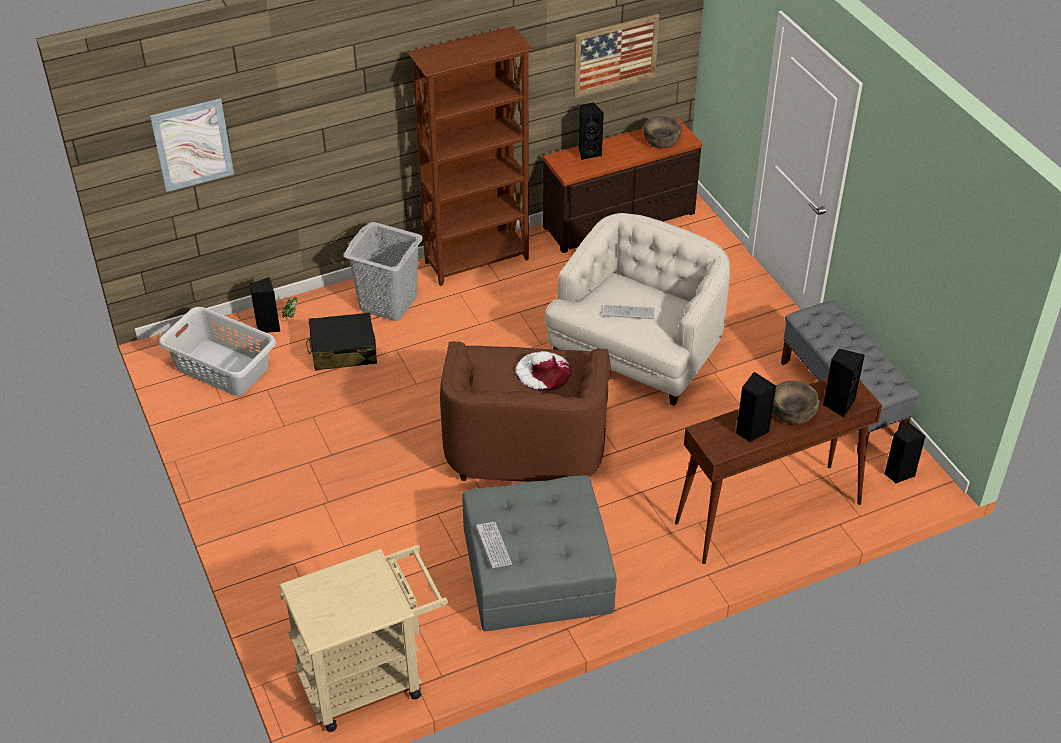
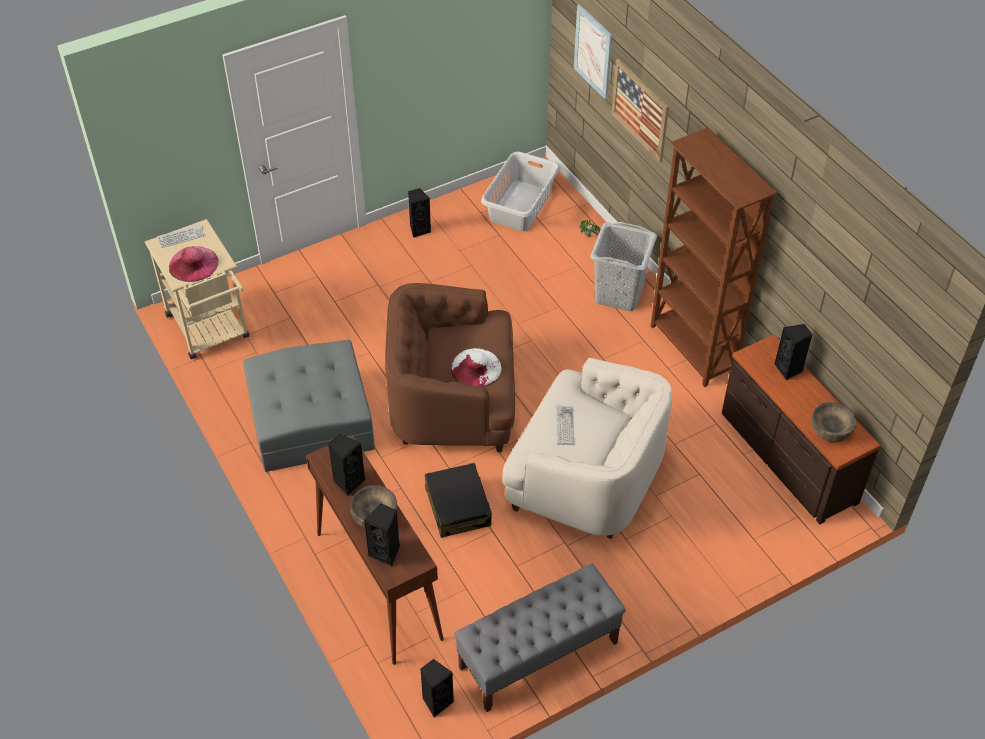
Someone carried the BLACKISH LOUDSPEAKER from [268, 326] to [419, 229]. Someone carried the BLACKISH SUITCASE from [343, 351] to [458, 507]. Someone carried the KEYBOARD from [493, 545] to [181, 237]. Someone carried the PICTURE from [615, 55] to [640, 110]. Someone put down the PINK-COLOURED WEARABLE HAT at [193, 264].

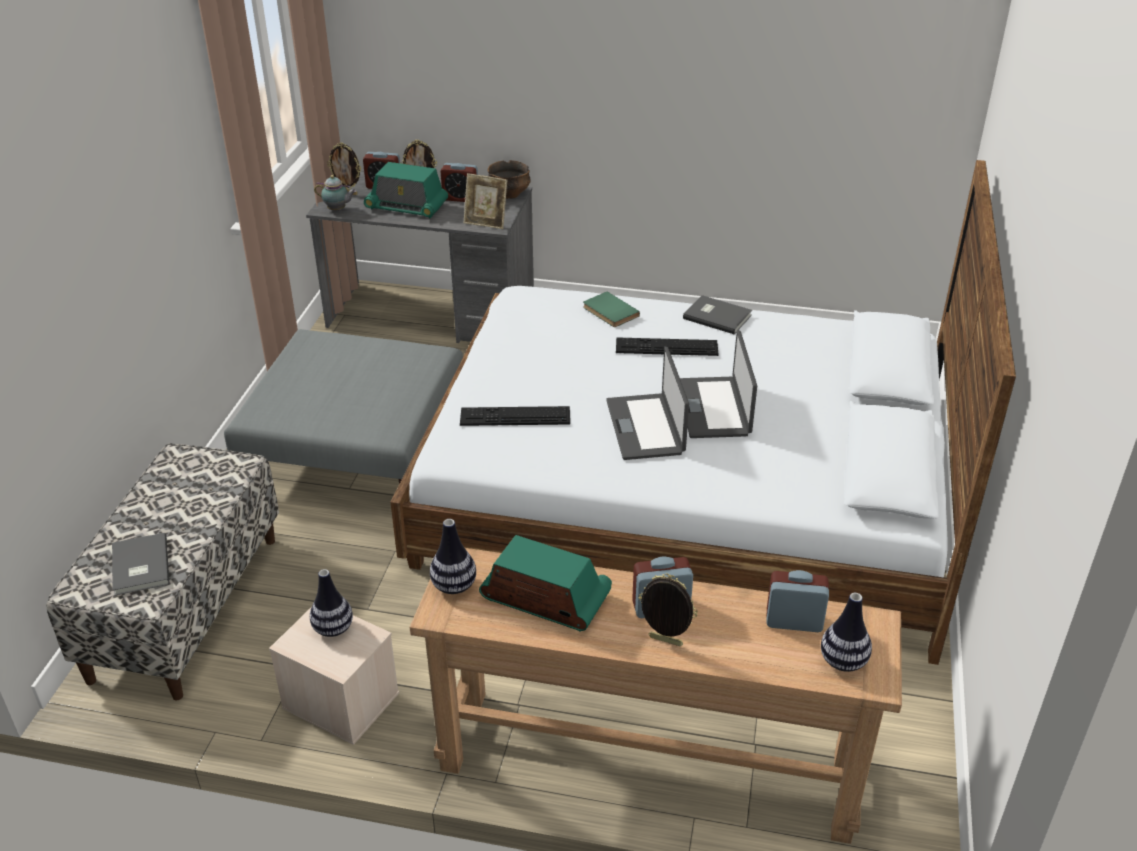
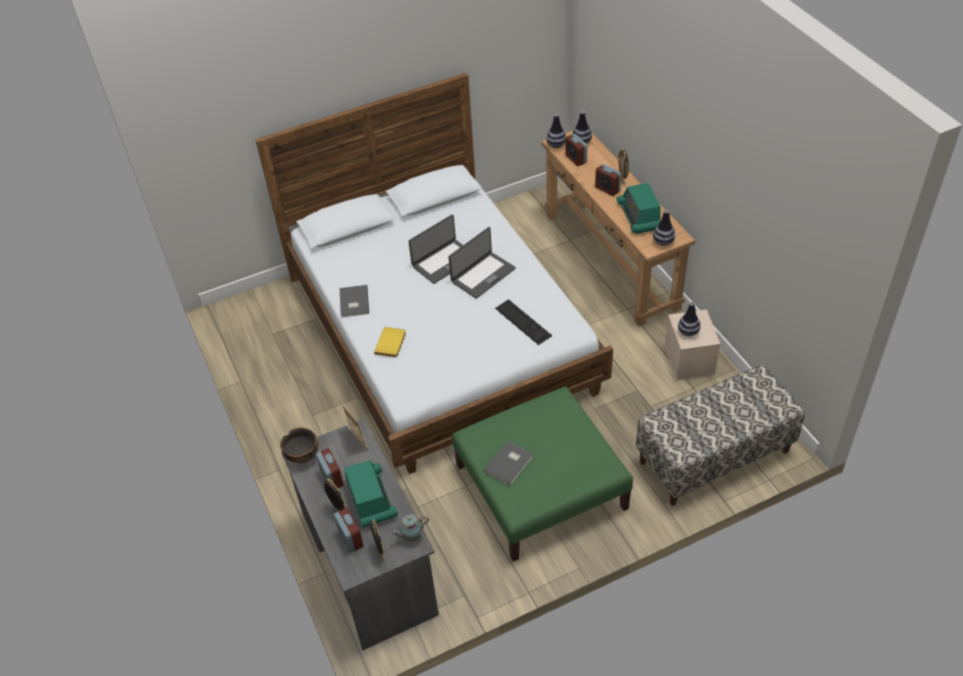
Someone carried the GREY BOOK from [139, 567] to [510, 464]. Someone repainted the GREY POUFFE at [357, 450], which became the GREENISH POUFFE at [541, 486]. Someone rotated the TEAPOT at [337, 210] by 90 degrees counterclockwise. Someone repainted the GREENISH BOOK at [609, 312], which became the YELLOWISH BOOK at [391, 343]. Someone took away the KEYBOARD at [666, 346]. Someone put down the DECORATIVE VASE at [556, 145].

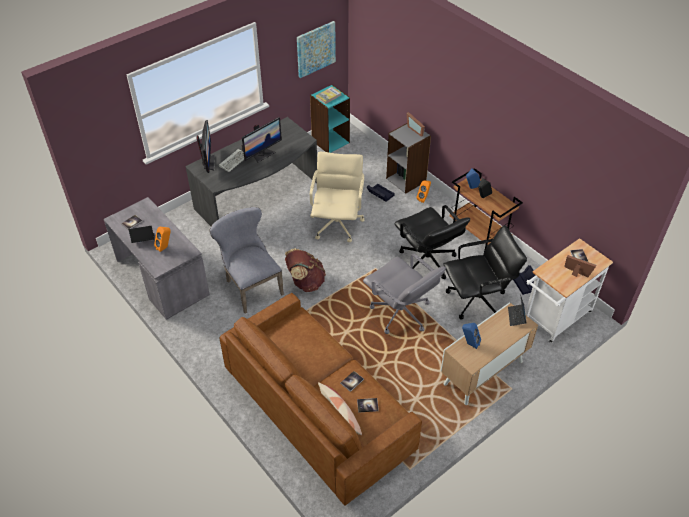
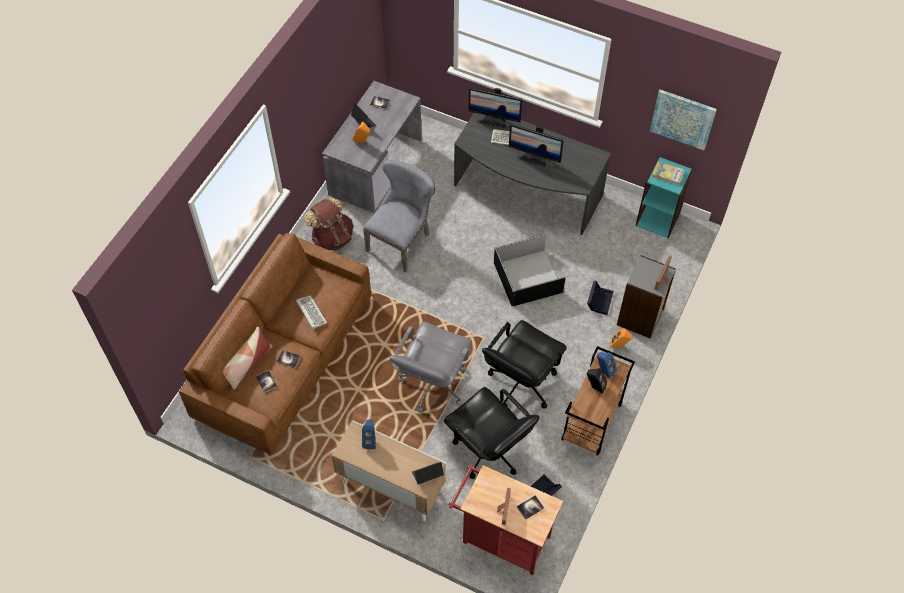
Someone rotated the COMPUTER SCREEN at [208, 163] by 45 degrees clockwise. Someone carried the BROWN-COLOURED BACKPACK from [305, 282] to [332, 237]. Someone swapped the BEIGE DESK CHAIR at [337, 224] for the BLACKISH STORAGE CONTAINER at [528, 278]. Someone repainted the WHITE CART at [554, 319], which became the RED-COLOURED CART at [501, 538]. Someone put down the KEYBOARD at [310, 312].

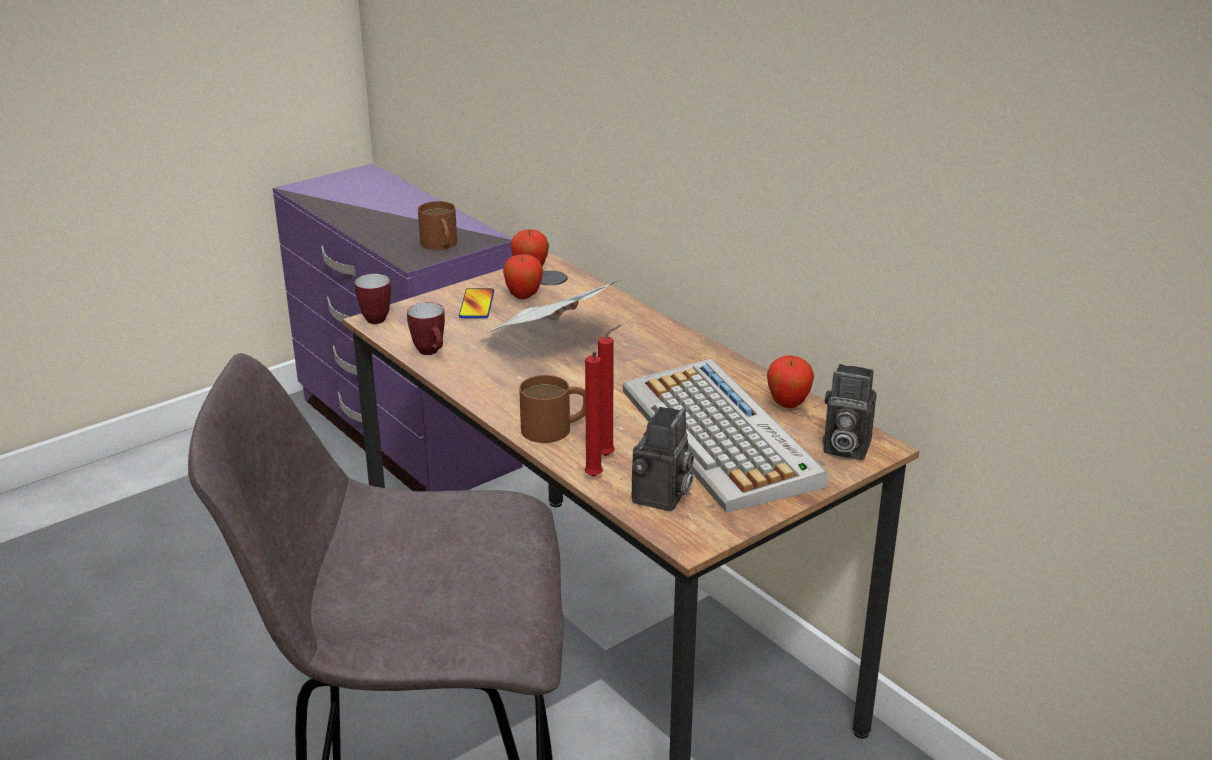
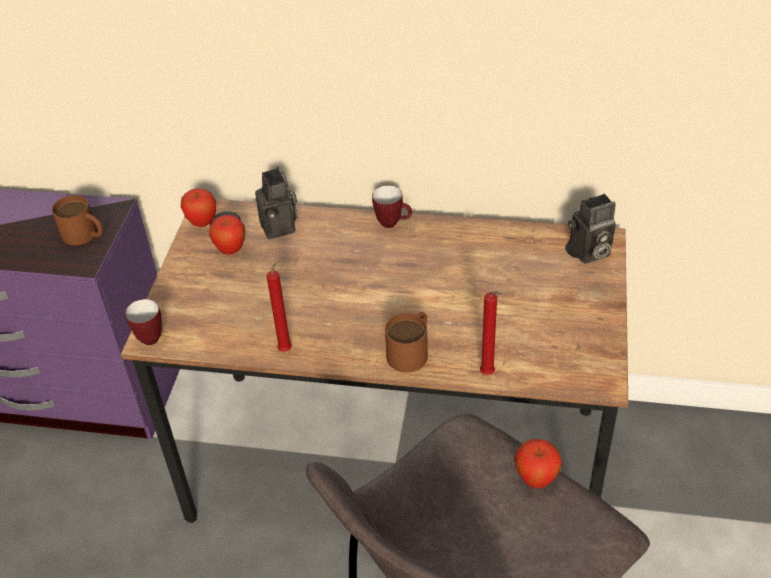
Someone carried the COFFEE MUG from [431, 353] to [393, 223]. Someone took away the TELEPHONE at [476, 304]. Someone took away the PRINTED PAPER at [549, 342]. Someone carried the RED-COLOURED WAX CANDLE from [608, 455] to [287, 349]. Someone took away the KEYBOARD at [722, 437]. Someone carried the PHOTO CAMERA from [662, 498] to [281, 227]. Someone carried the APPLE FRUIT from [788, 404] to [536, 479].

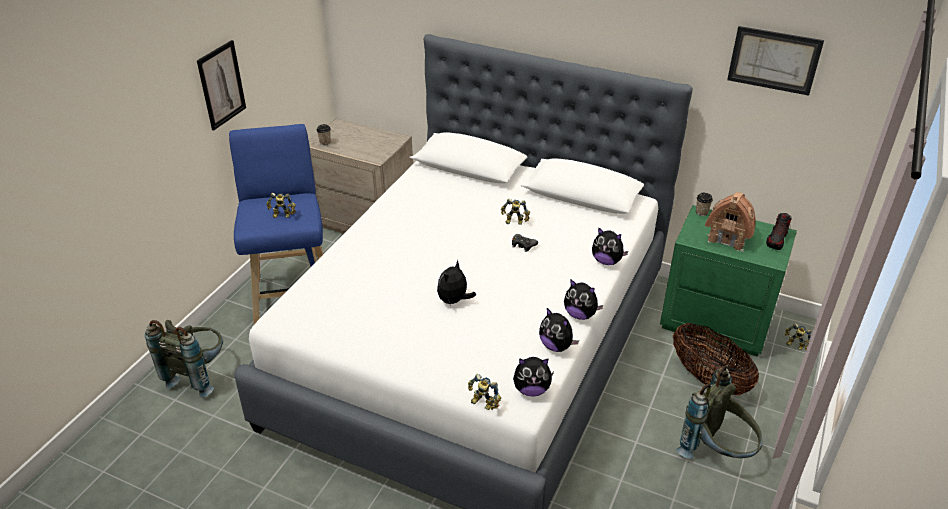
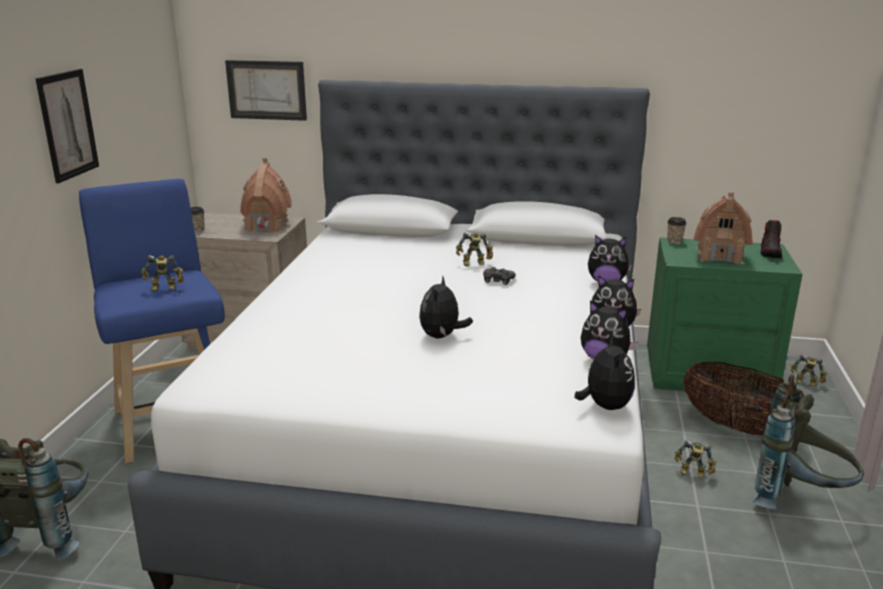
Someone carried the MODEL ROBOT from [482, 404] to [693, 474]. Someone rotated the SOFT TOY at [531, 389] by 75 degrees counterclockwise. Someone carried the PICTURE from [774, 60] to [266, 90]. Someone put down the MINIATURE HOUSE at [266, 225].

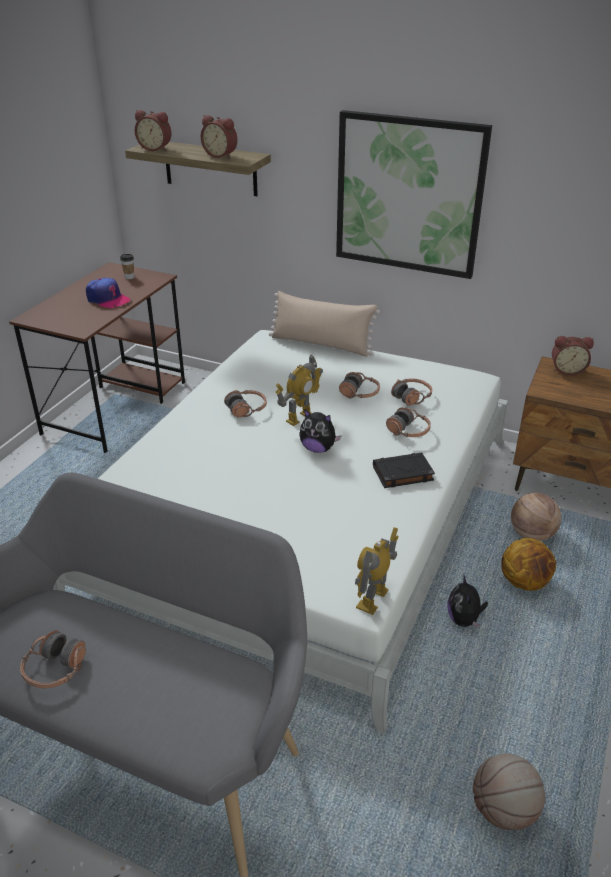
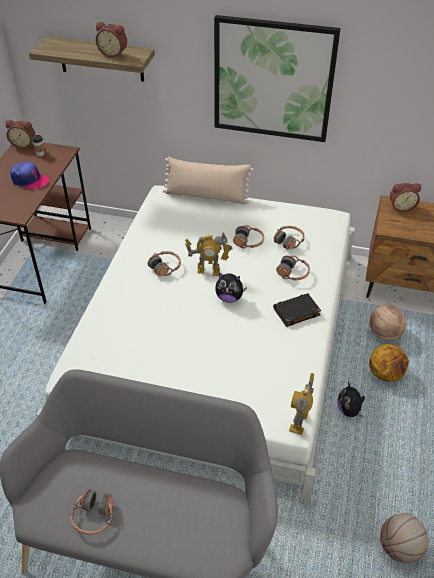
Someone carried the ALARM CLOCK from [155, 148] to [24, 144]. Someone rotated the MODEL ROBOT at [300, 418] by 60 degrees clockwise.

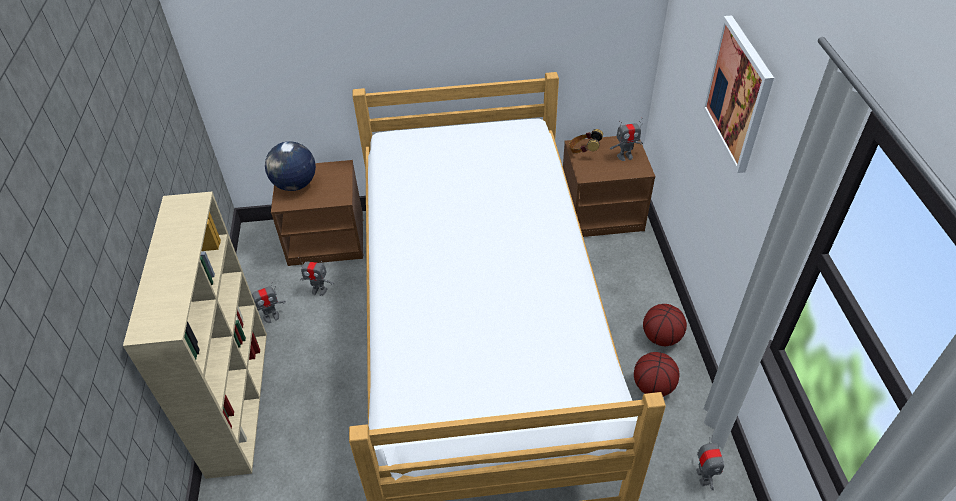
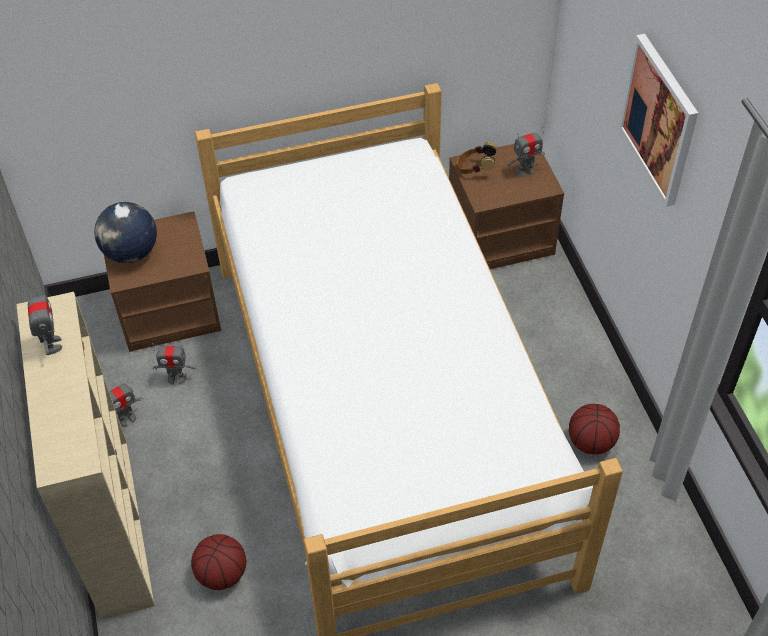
Someone carried the BASKETBALL from [661, 337] to [222, 574]. Someone carried the MODEL ROBOT from [703, 476] to [51, 345].

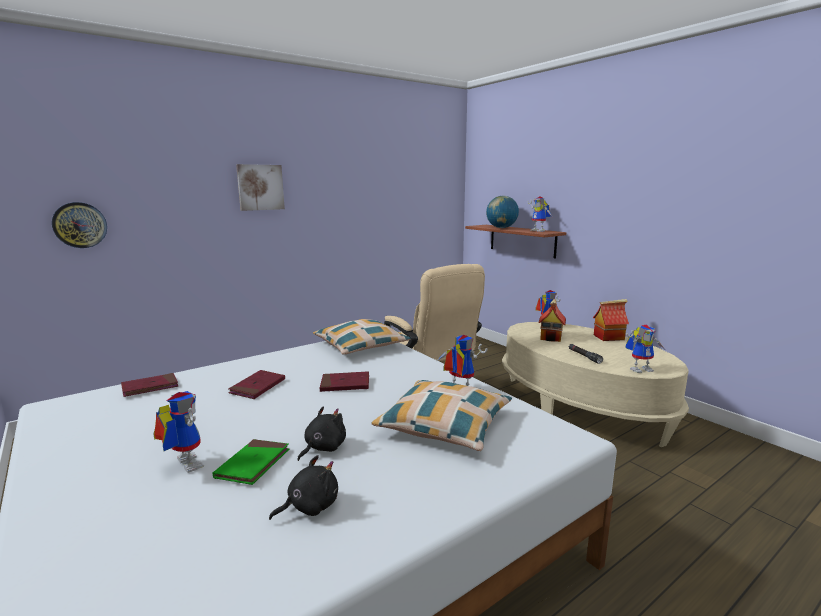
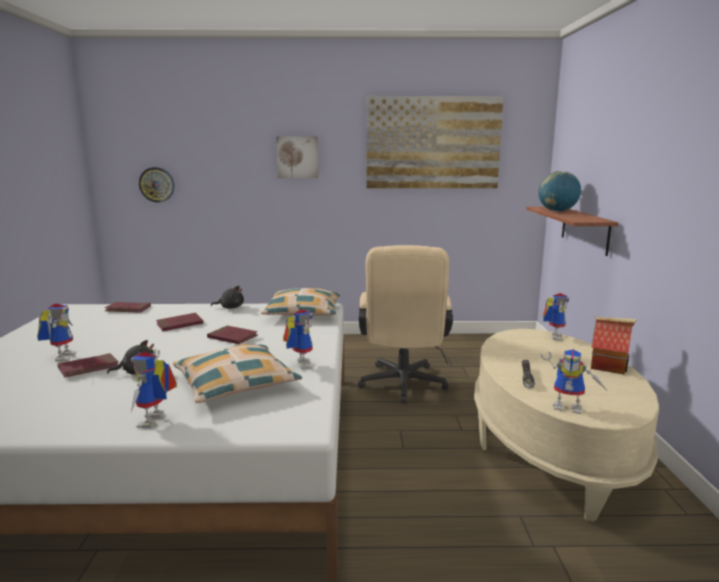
Someone repainted the GREENISH BOOK at [253, 464], which became the RED-COLOURED BOOK at [89, 368]. Someone carried the BLACKISH SOFT TOY from [309, 506] to [230, 307]. Someone carried the MODEL ROBOT from [540, 231] to [154, 422]. Someone took away the MINIATURE HOUSE at [551, 337]. Someone put up the PICTURE at [433, 143].

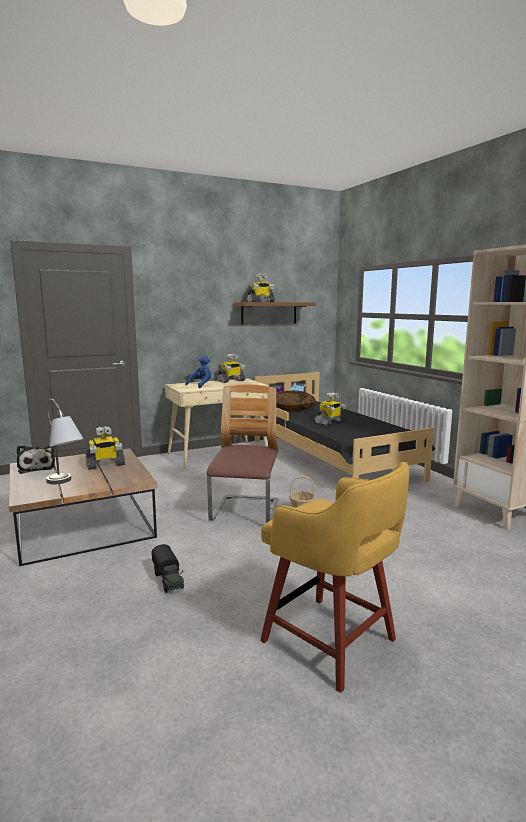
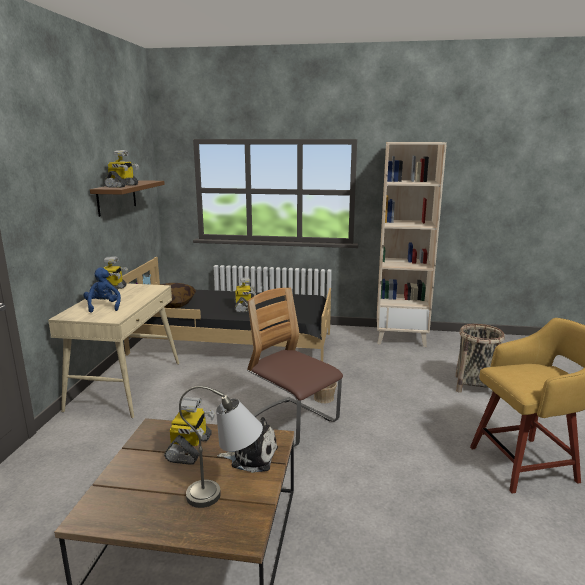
Someone carried the SOFT TOY from [37, 468] to [251, 456]. Someone took away the MODEL TRUCK at [168, 580]. Someone put down the HOUSEHOLD BASKET at [475, 386].

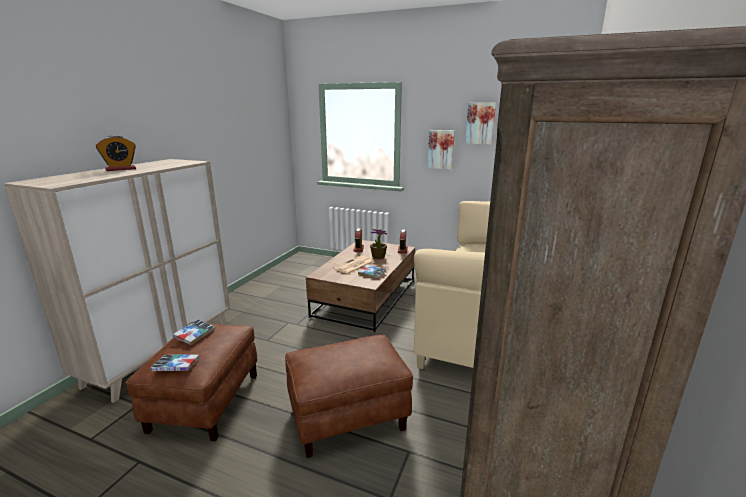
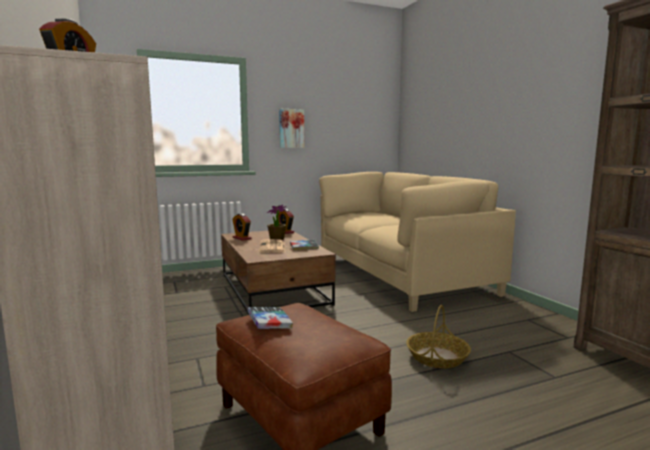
Someone took away the BOOK at [176, 366]. Someone swapped the BROWN-COLOURED POUFFE at [347, 417] for the HOUSEHOLD BASKET at [437, 357]. Someone took away the PICTURE at [480, 123].

